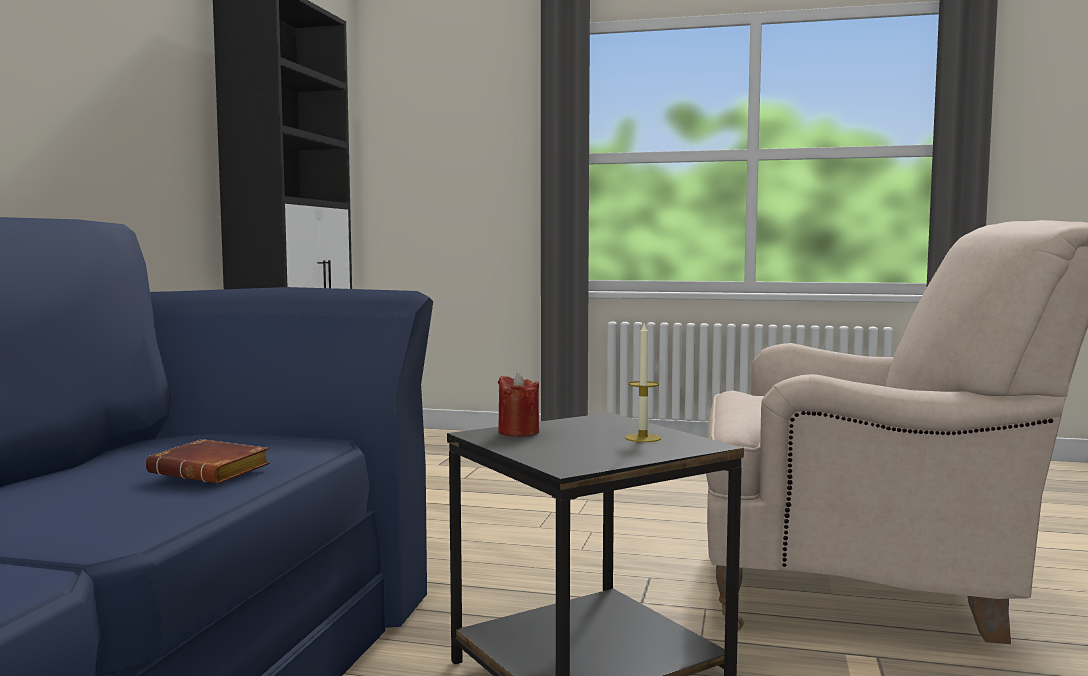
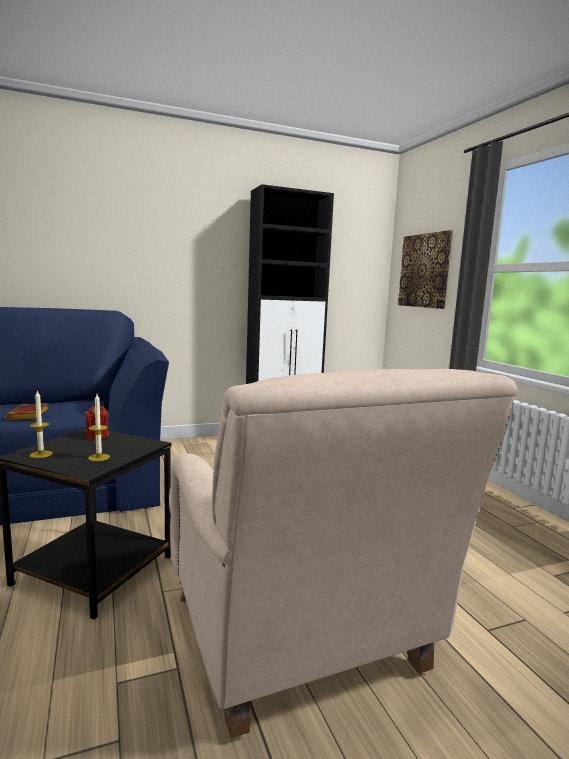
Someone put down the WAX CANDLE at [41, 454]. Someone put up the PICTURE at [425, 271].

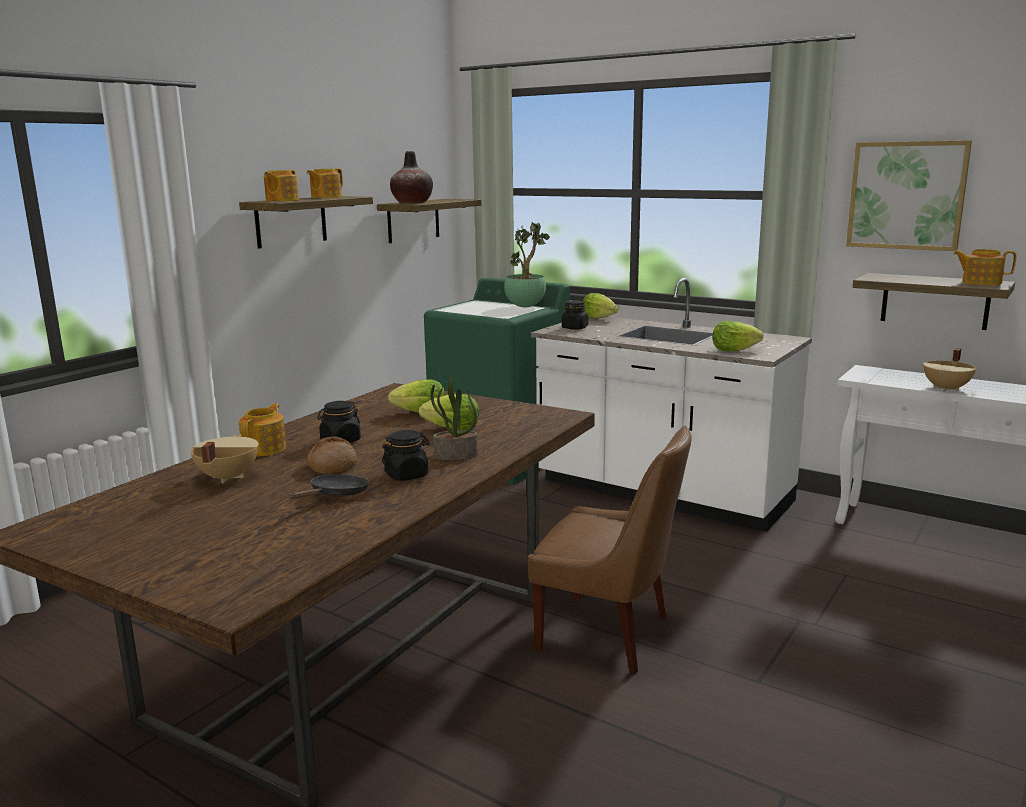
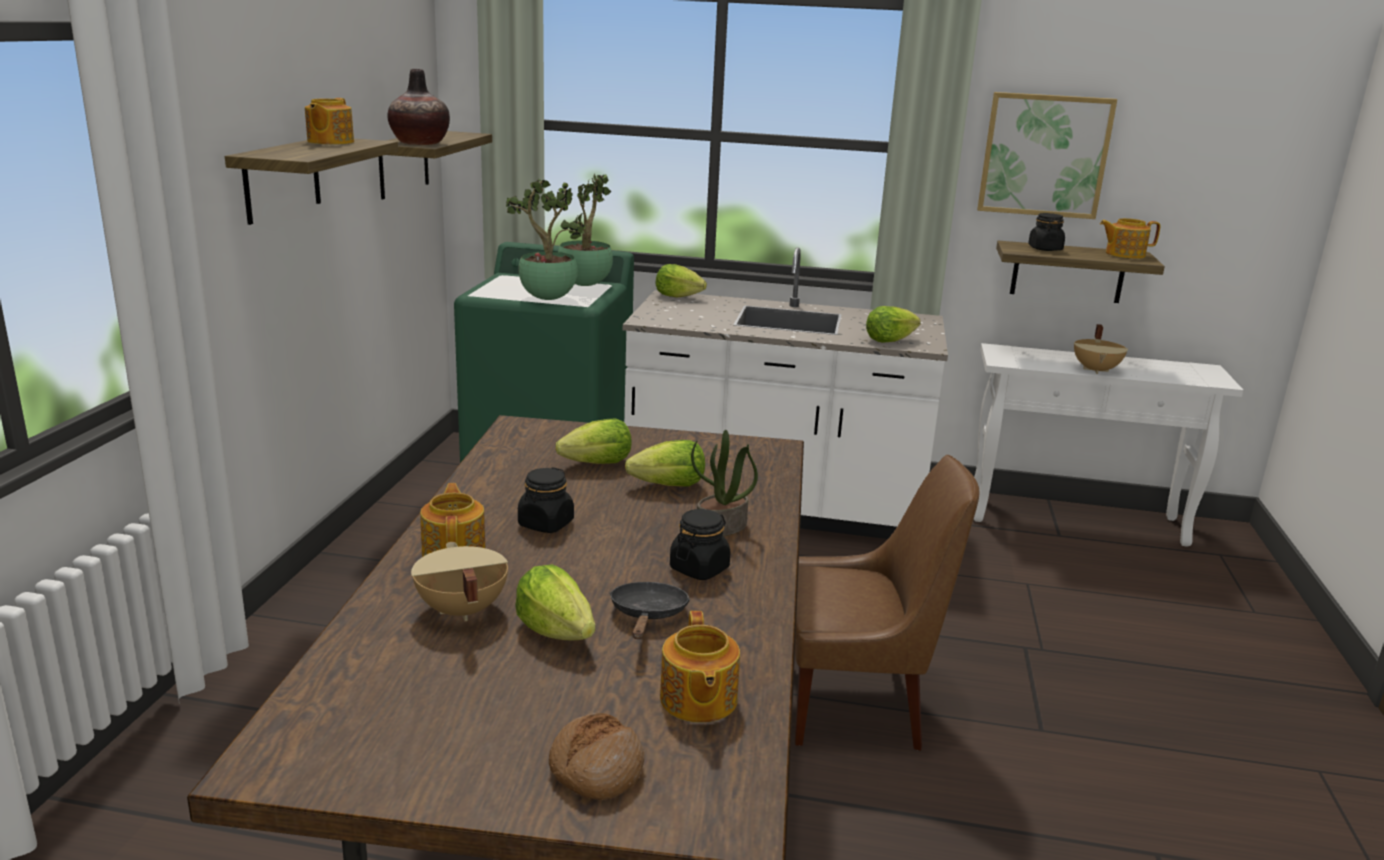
Someone carried the TEAPOT from [281, 200] to [697, 700]. Someone carried the BAKERY BREAD from [332, 465] to [595, 769]. Someone carried the BLACKISH JAR from [575, 328] to [1045, 249]. Someone put down the HOUSEPLANT at [546, 299]. Someone put down the LETTUCE HEAD at [556, 631].

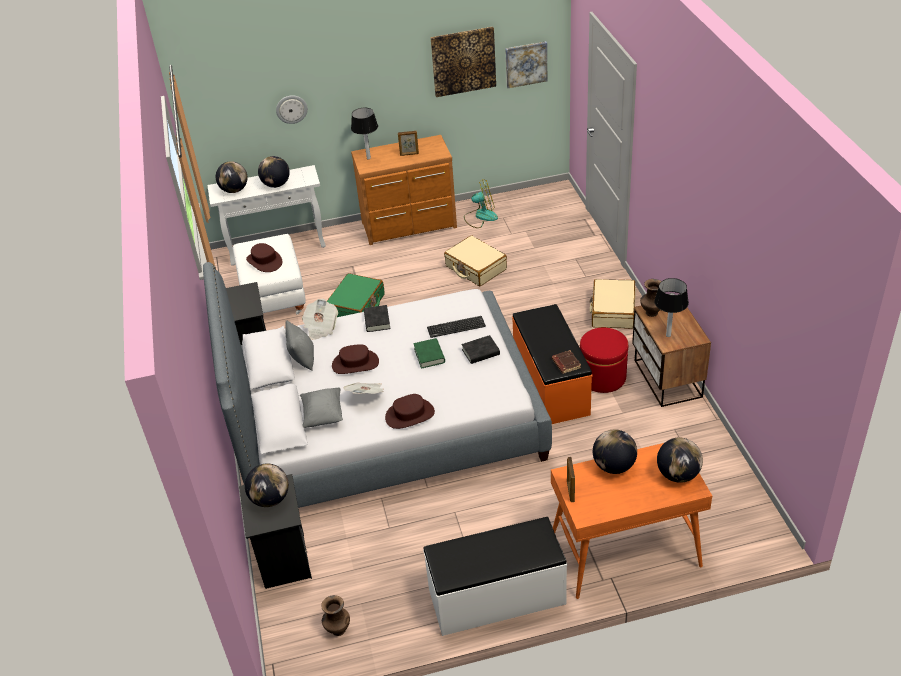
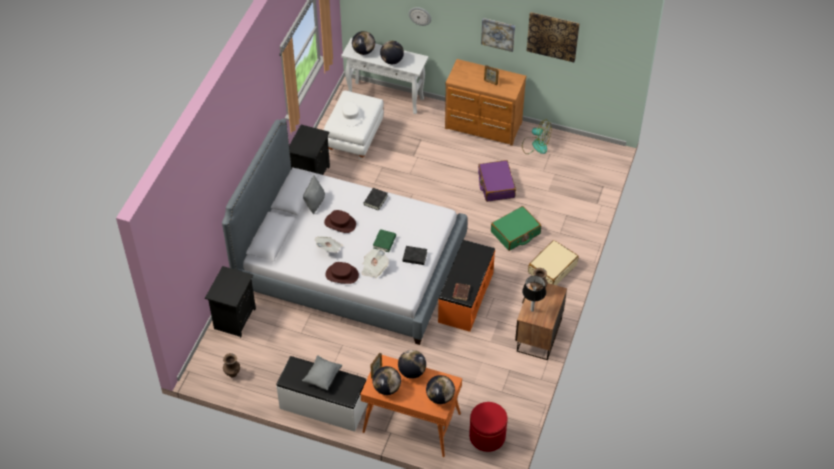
Someone carried the GLOBE from [270, 499] to [387, 388]. Someone repainted the BROWN-COLOURED WEARABLE HAT at [264, 261], which became the WHITE WEARABLE HAT at [350, 115]. Someone carried the GREY PILLOW from [323, 415] to [322, 377]. Someone carried the PRINTED PAPER from [320, 327] to [374, 268]. Someone carried the GREENISH SUITCASE from [356, 306] to [515, 233]. Someone took away the TABLE LAMP at [368, 158]. Someone took away the KEYBOARD at [456, 327]. Someone repainted the BEIGE SUITCASE at [475, 268], which became the PURPLISH SUITCASE at [496, 185]. Someone carried the PICTURE from [526, 64] to [498, 34]. Someone carried the RED-COLOURED POUFFE from [602, 377] to [487, 436].

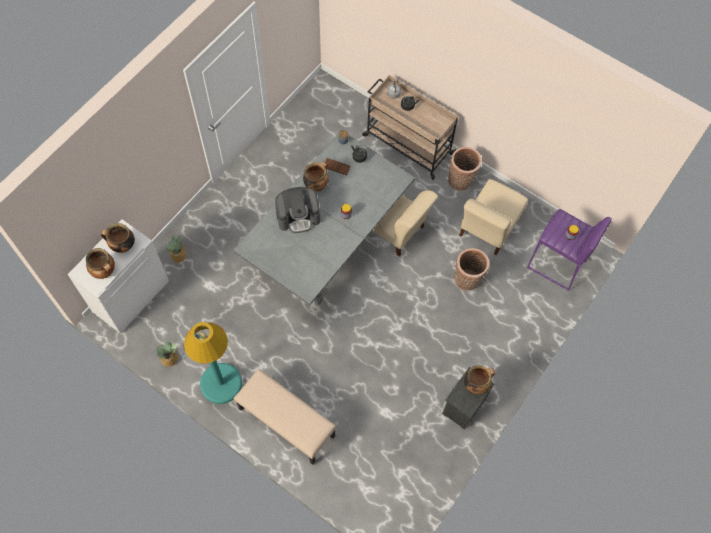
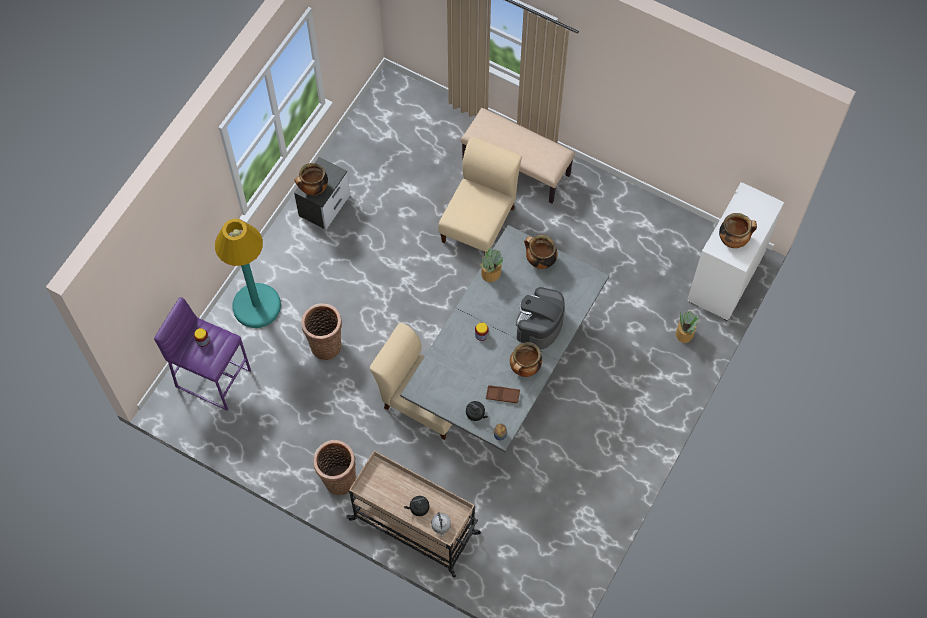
Someone carried the COOKING POT from [105, 271] to [540, 261]. Someone carried the HOUSEPLANT from [170, 359] to [490, 273]. Someone carried the TURQUOISE STANDARD LAMP from [221, 383] to [257, 306]. Someone rotated the COFFEE MAKER at [298, 216] by 45 degrees counterclockwise. Someone carried the BEIGE UPRIGHT CHAIR from [488, 227] to [479, 221].

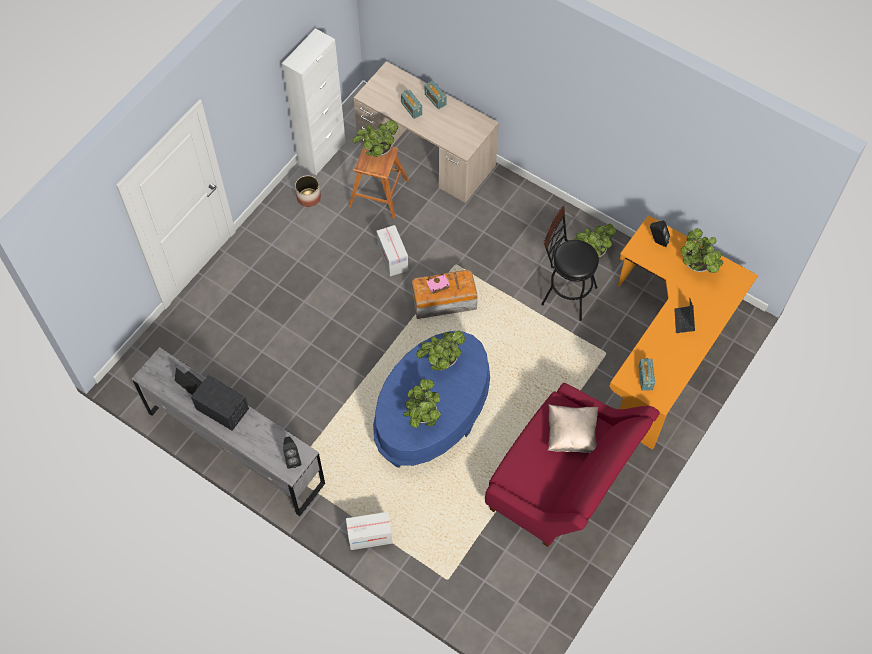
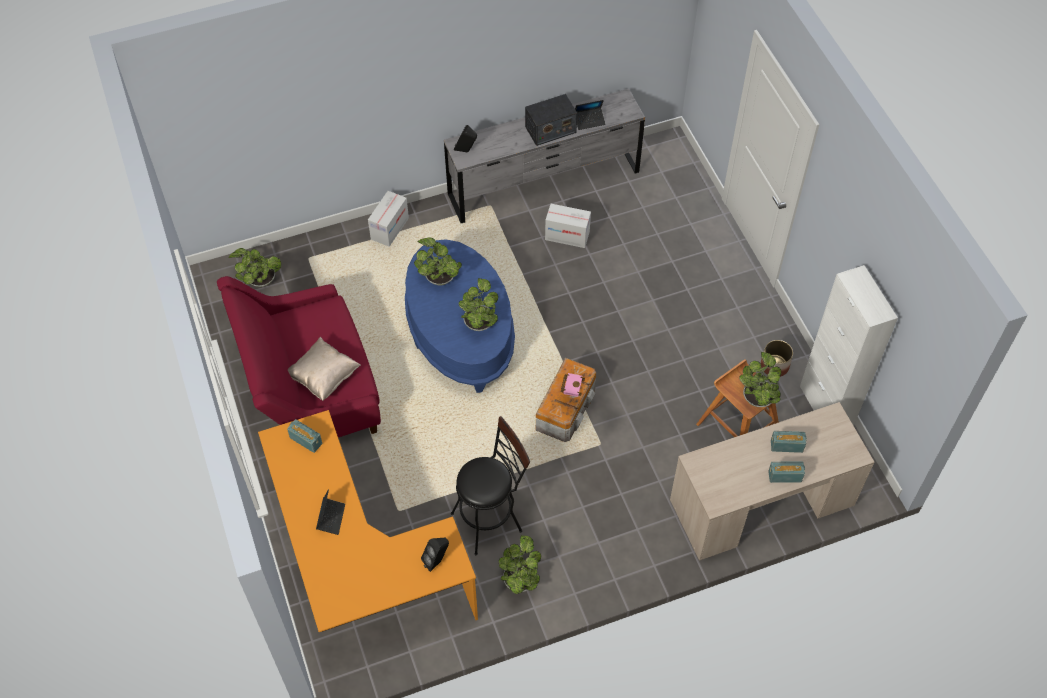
Someone carried the CARTON from [392, 258] to [567, 235]. Someone rotated the LAPTOP at [684, 321] by 60 degrees clockwise. Someone carried the HOUSEPLANT from [698, 267] to [260, 280].

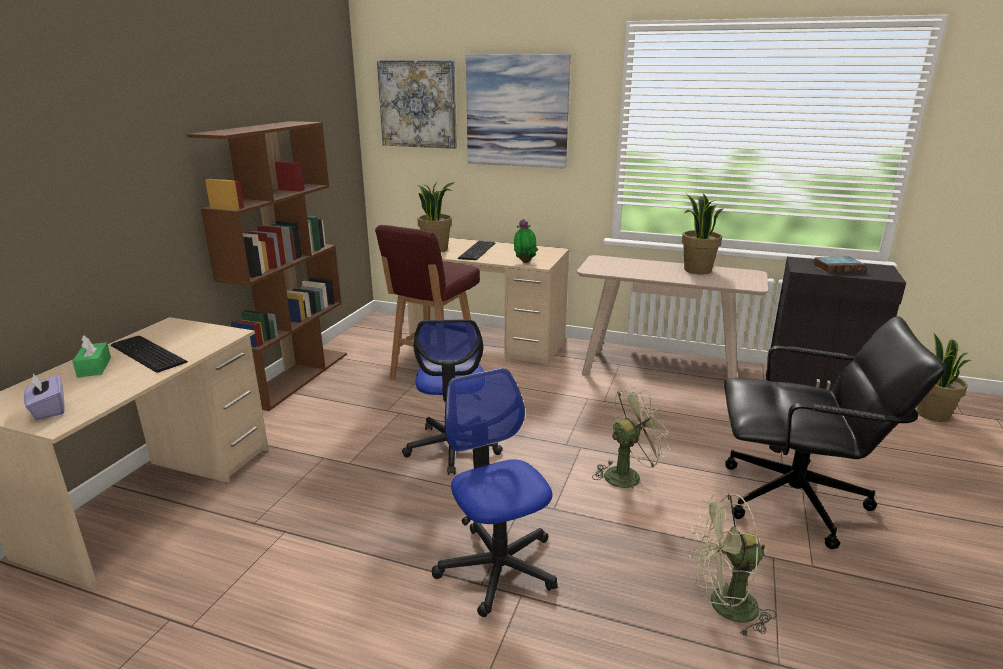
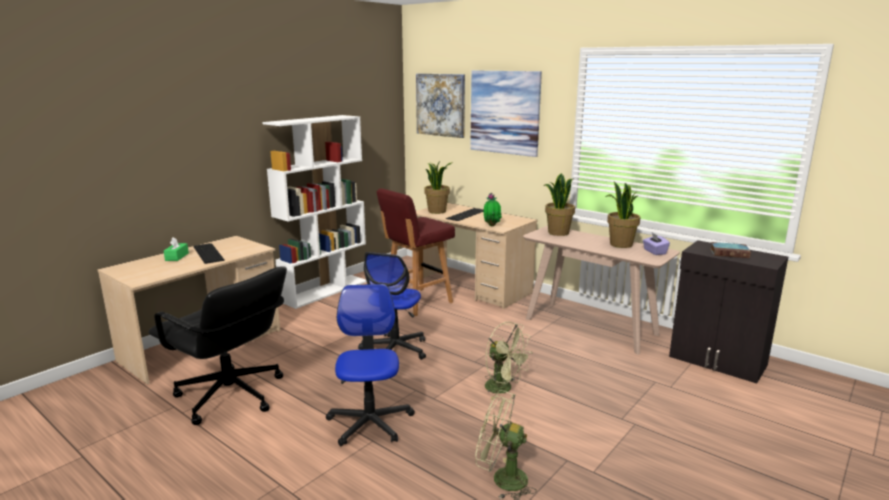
Someone carried the PURPLISH BOX OF TISSUES from [49, 410] to [654, 252]. Someone repainted the BROWN-COLOURED SHELVING UNIT at [295, 377], which became the WHITE SHELVING UNIT at [325, 291]. Someone rotated the GREENISH ELECTRIC FAN at [628, 475] by 45 degrees clockwise. Someone carried the BLACKISH DESK CHAIR from [795, 501] to [230, 396]. Someone carried the HOUSEPLANT from [931, 414] to [558, 232].

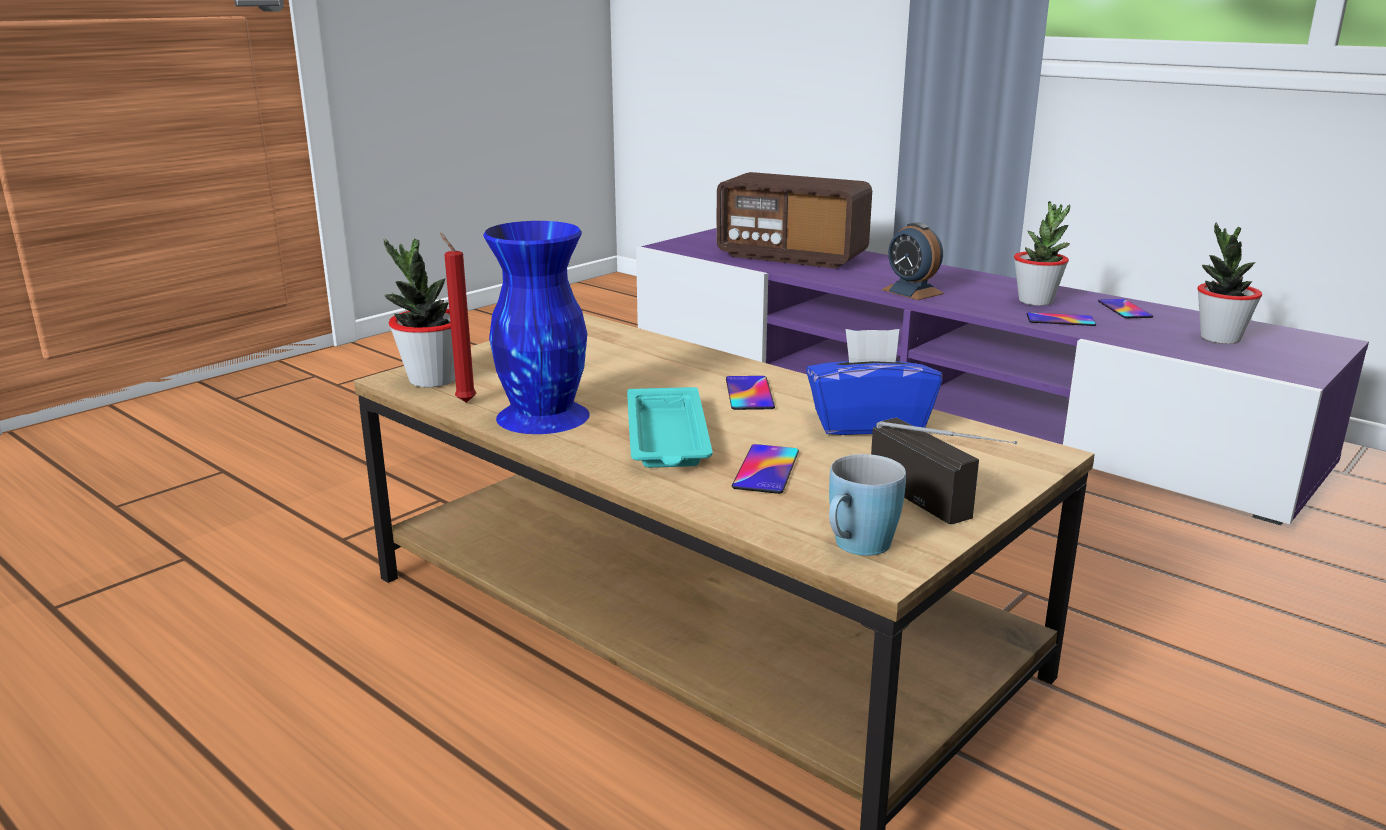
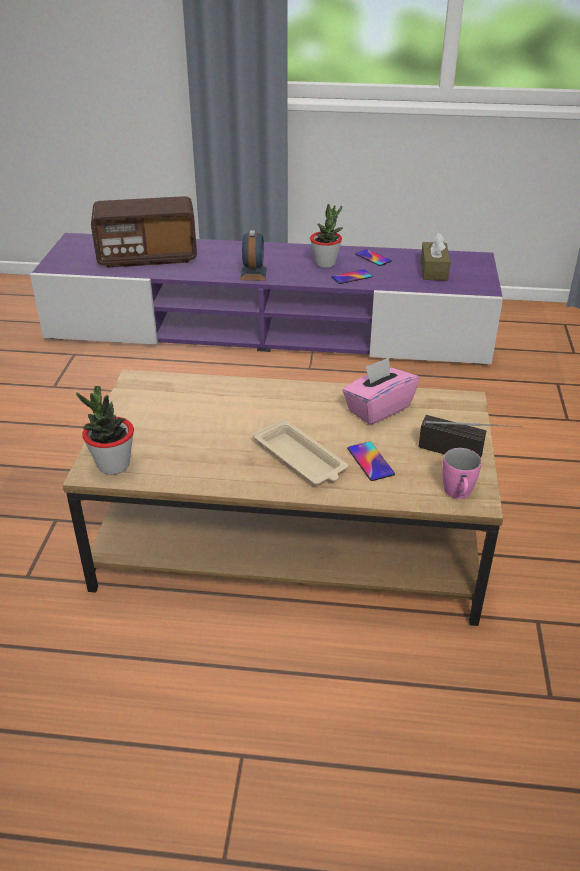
Someone took away the RED-COLOURED WAX CANDLE at [464, 401]. Someone took away the BLUE-COLOURED DECORATIVE VASE at [544, 415]. Someone repainted the TURQUOISE SERVING TRAY at [667, 438], which became the BEIGE SERVING TRAY at [300, 459]. Someone took away the TELEPHONE at [749, 394]. Someone repainted the BLUE-COLOURED BOX OF TISSUES at [868, 423], which became the PINK-COLOURED BOX OF TISSUES at [378, 409]. Someone repainted the BLUE-COLOURED COFFEE MUG at [856, 548], which became the PINK-COLOURED COFFEE MUG at [458, 494]. Someone rotated the ALARM CLOCK at [912, 291] by 105 degrees counterclockwise. Someone swapped the HOUSEPLANT at [1219, 338] for the BROWN-COLOURED BOX OF TISSUES at [434, 270].

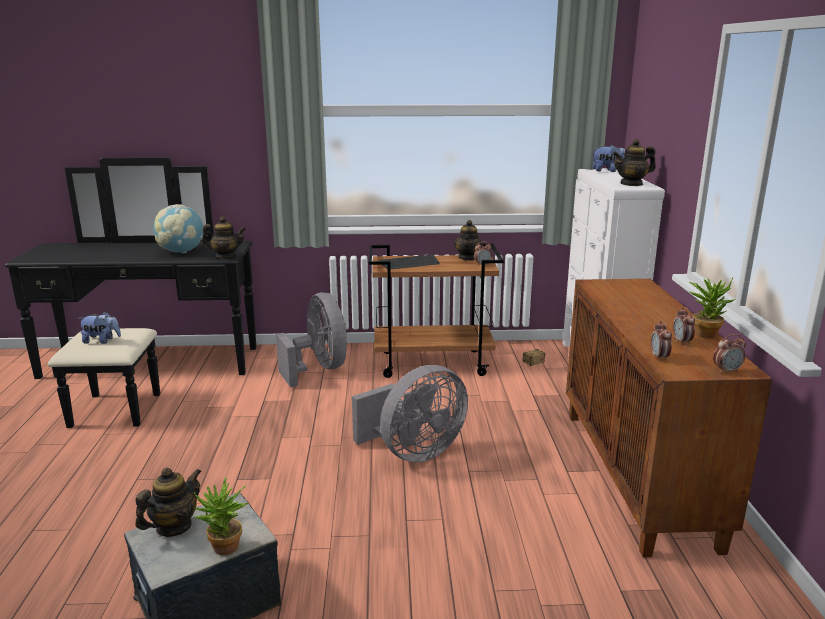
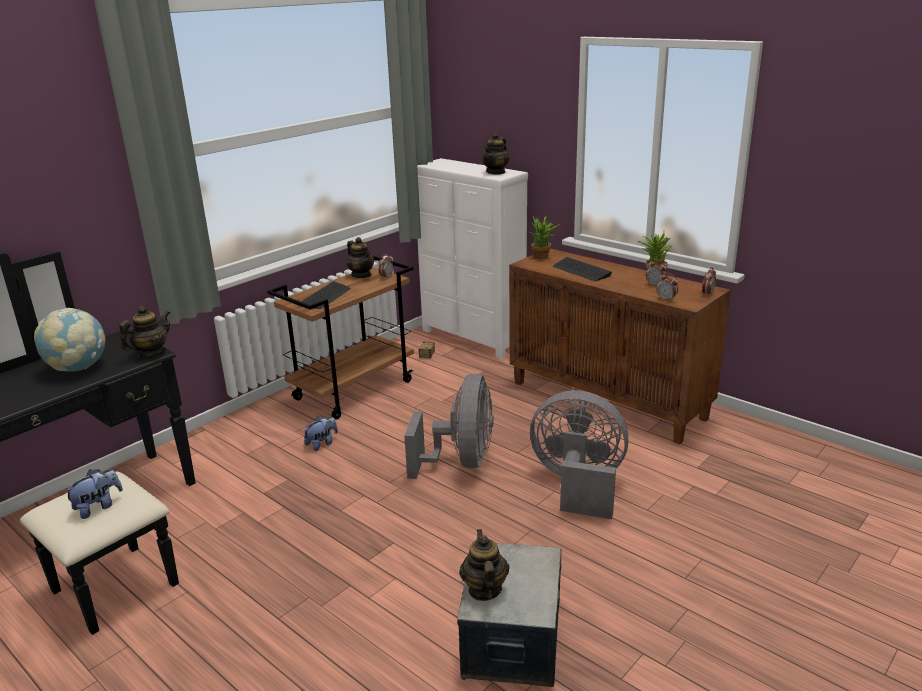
Someone carried the HOUSEPLANT from [224, 551] to [543, 257]. Someone carried the GREY ELECTRIC FAN from [319, 369] to [578, 485]. Someone carried the SOFT TOY from [607, 171] to [322, 444]. Someone put down the KEYBOARD at [581, 271].

